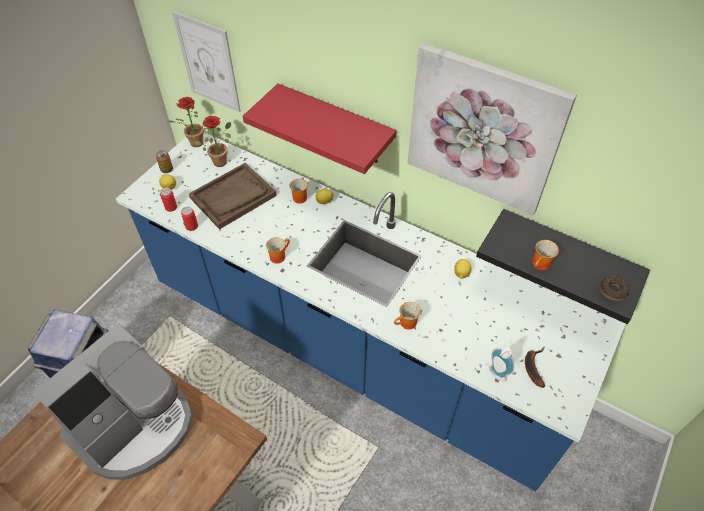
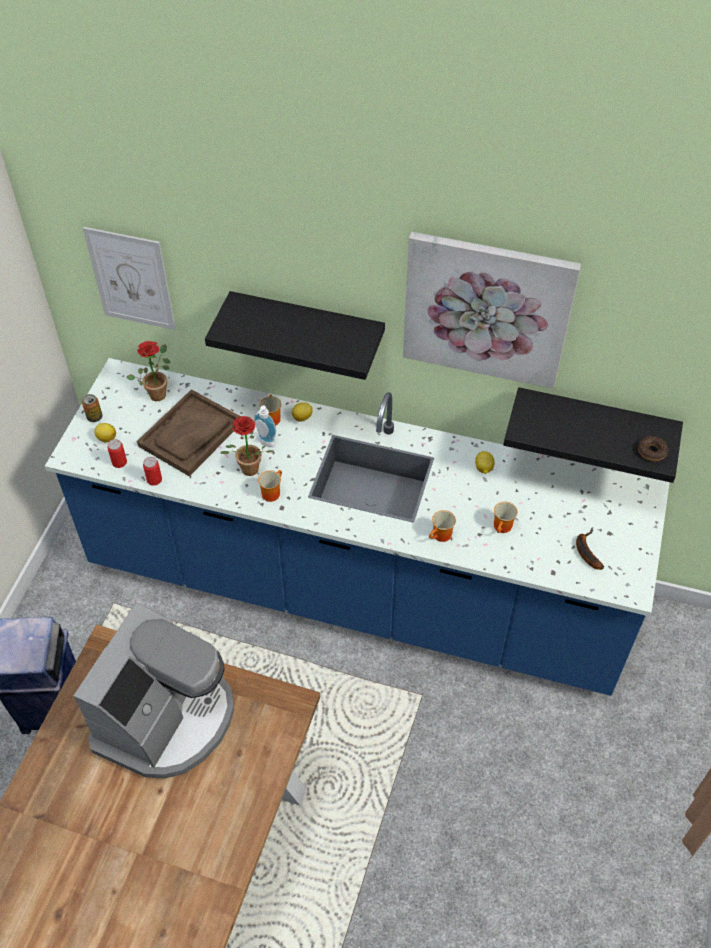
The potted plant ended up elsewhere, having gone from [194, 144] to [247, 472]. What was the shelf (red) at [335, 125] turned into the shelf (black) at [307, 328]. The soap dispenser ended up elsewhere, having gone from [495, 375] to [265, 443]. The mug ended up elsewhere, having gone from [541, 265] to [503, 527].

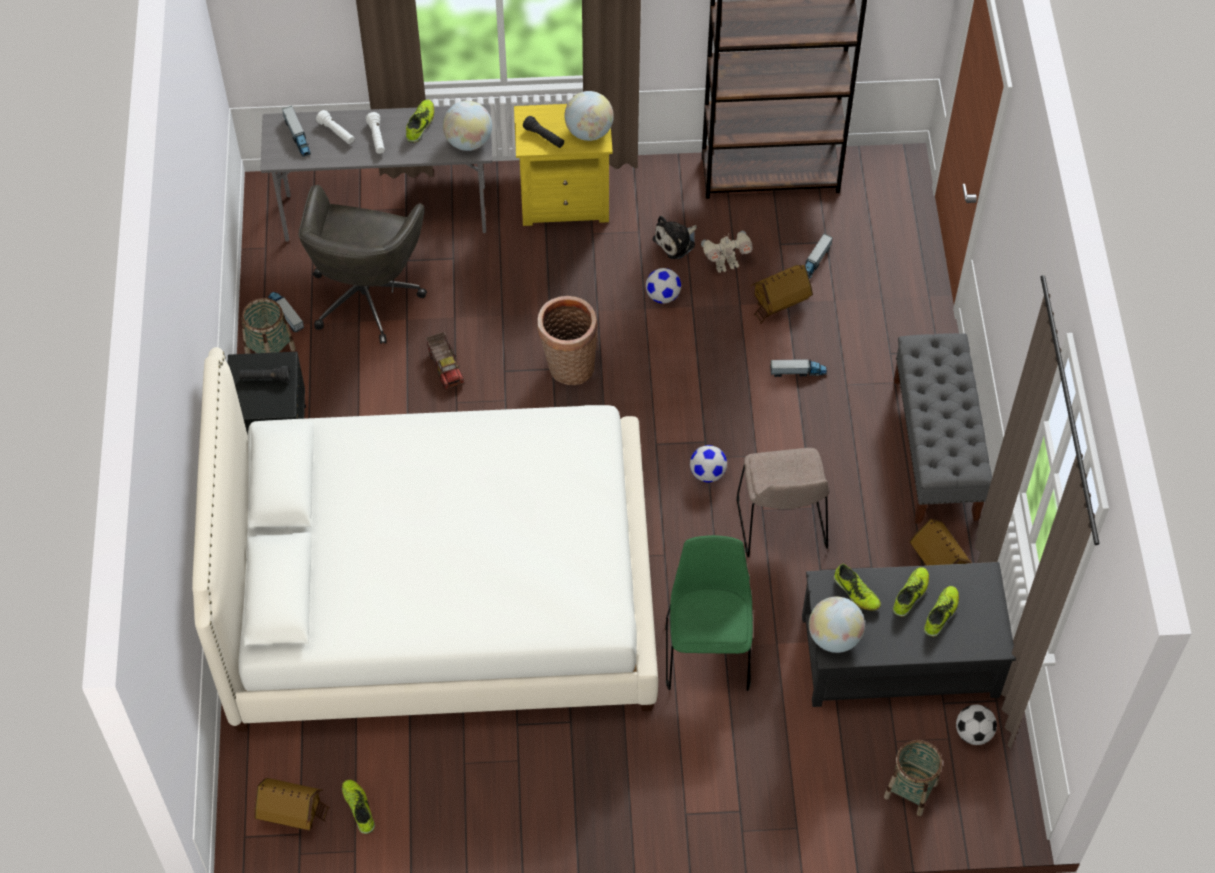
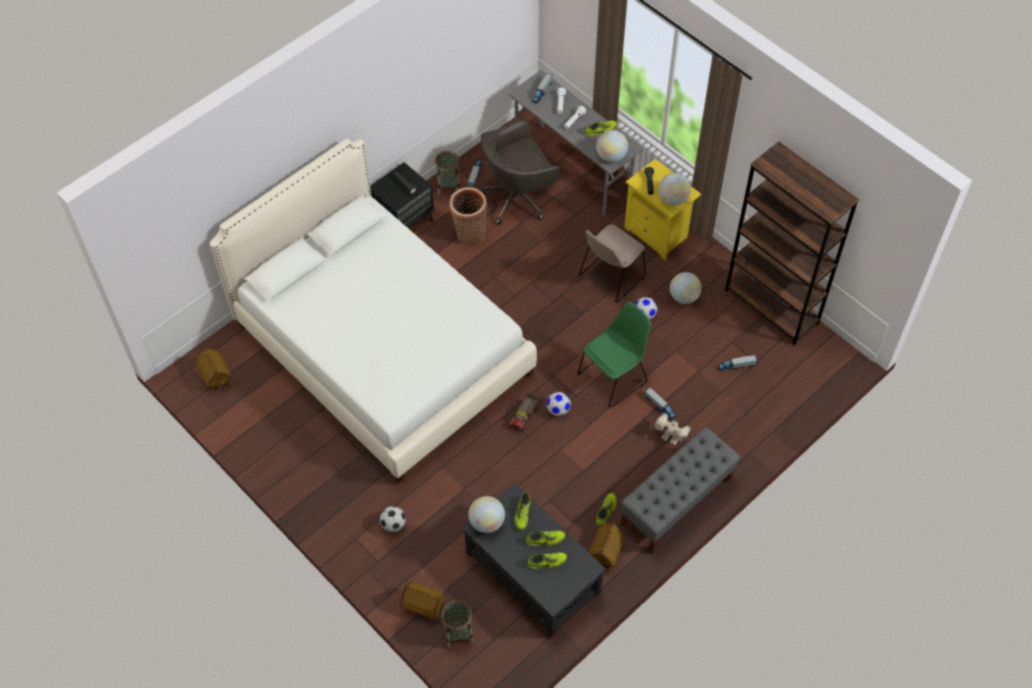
The shoe ended up elsewhere, having gone from [359, 808] to [606, 511]. The toy truck ended up elsewhere, having gone from [446, 367] to [524, 416]. The basket ended up elsewhere, having gone from [568, 367] to [469, 233]. Where the plush toy stood at [676, 242], the globe came to stand at [684, 297]. The chair (green) ended up elsewhere, having gone from [708, 651] to [614, 377]. The toy robot ended up elsewhere, having gone from [725, 264] to [670, 437]. The chair (beige) ended up elsewhere, having gone from [781, 525] to [610, 277]. The toy house ended up elsewhere, having gone from [779, 303] to [423, 606]. The football ended up elsewhere, having gone from [973, 733] to [393, 524].

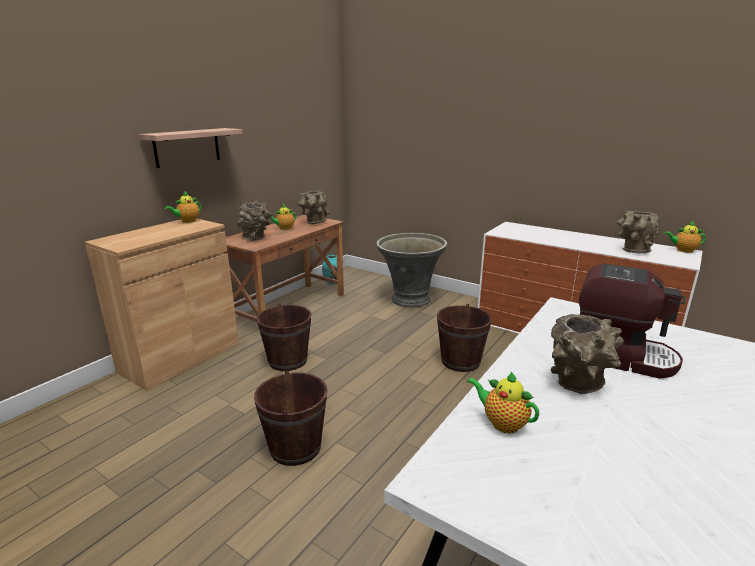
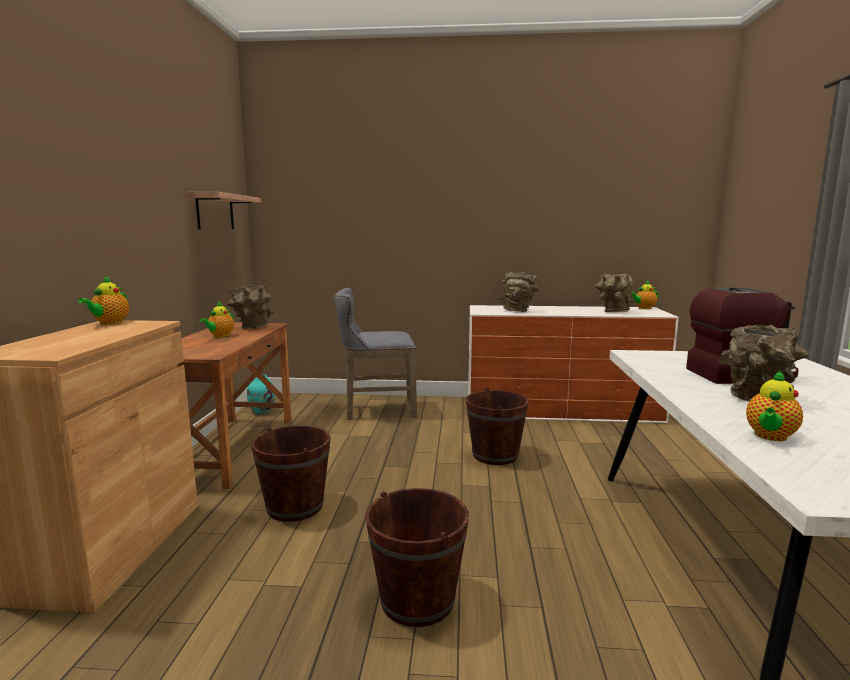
The shelf ended up elsewhere, having gone from [187, 147] to [215, 212]. The vase (brown) ended up elsewhere, having gone from [256, 238] to [518, 310]. Where the planter (grey) stood at [410, 299], the stool (grey) came to stand at [376, 411]. The teapot at [502, 423] ended up facing another way, 60 degrees counterclockwise from before.

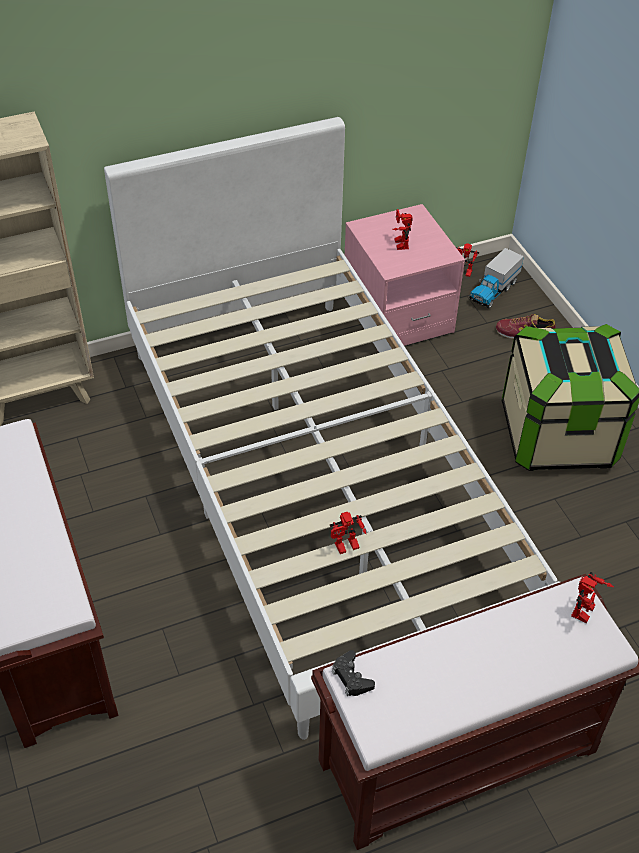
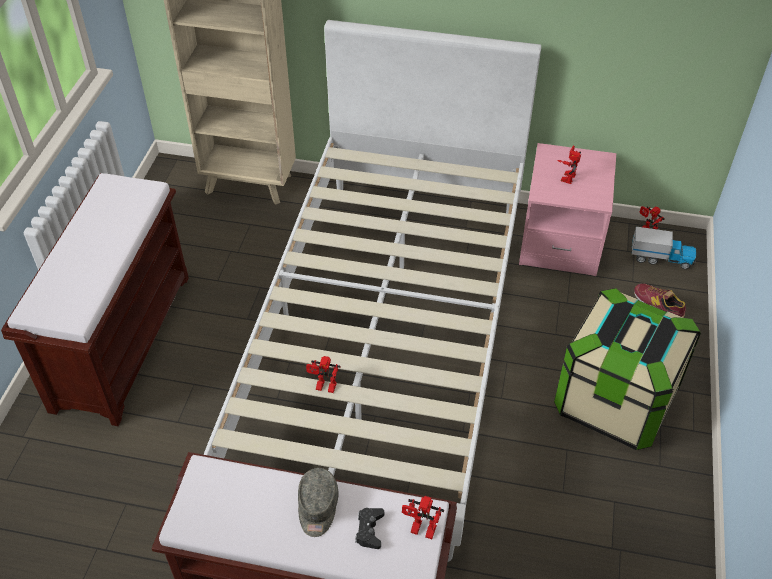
The game controller (black) ended up elsewhere, having gone from [351, 677] to [369, 530]. The toy truck at [493, 291] ended up facing another way, 150 degrees counterclockwise from before. The toy robot at [585, 614] ended up facing another way, 45 degrees clockwise from before. The second view gained the cap (grey) at [317, 508].

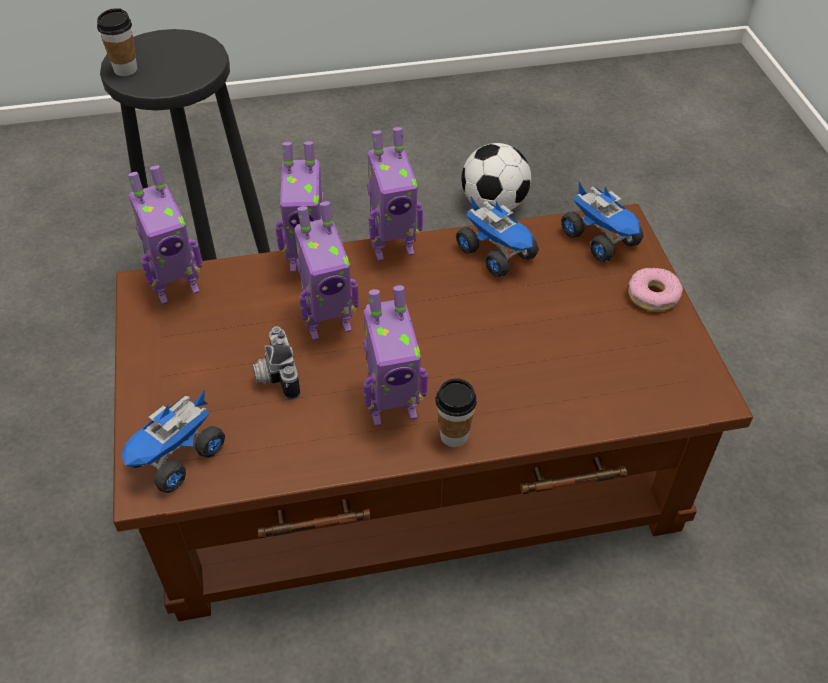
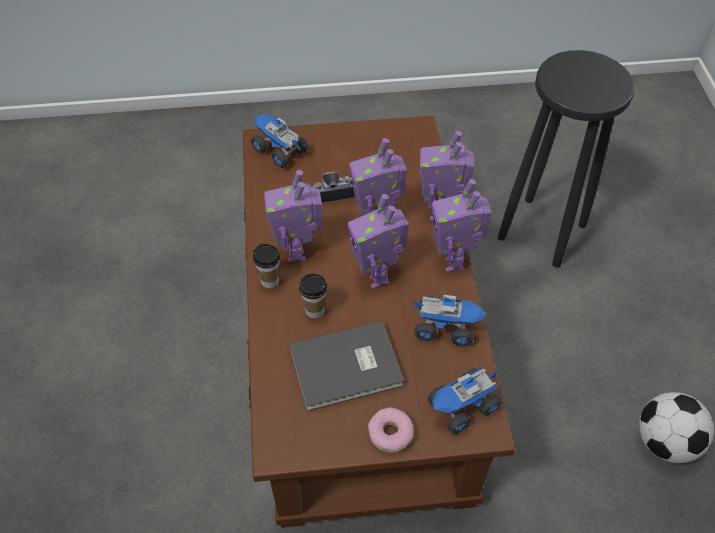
The cup ended up elsewhere, having gone from [125, 69] to [315, 310]. The toy robot ended up elsewhere, having gone from [176, 288] to [376, 274]. The toy truck at [497, 253] ended up facing another way, 135 degrees counterclockwise from before. The second view gained the book (grey) at [348, 368].

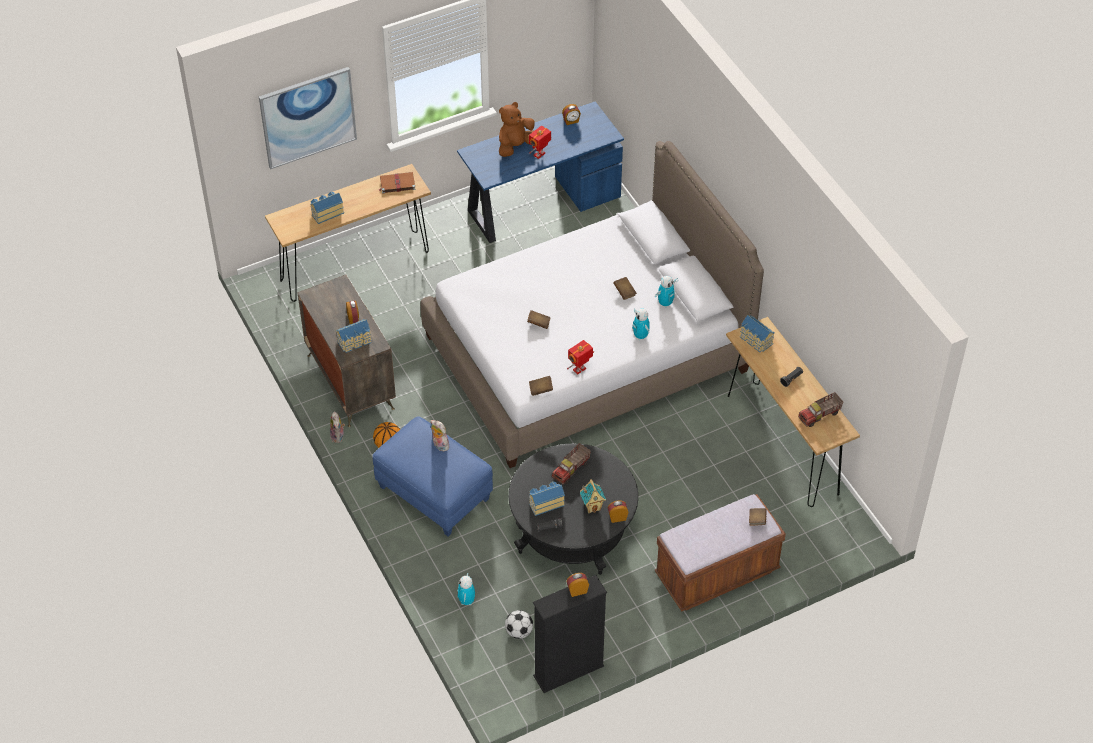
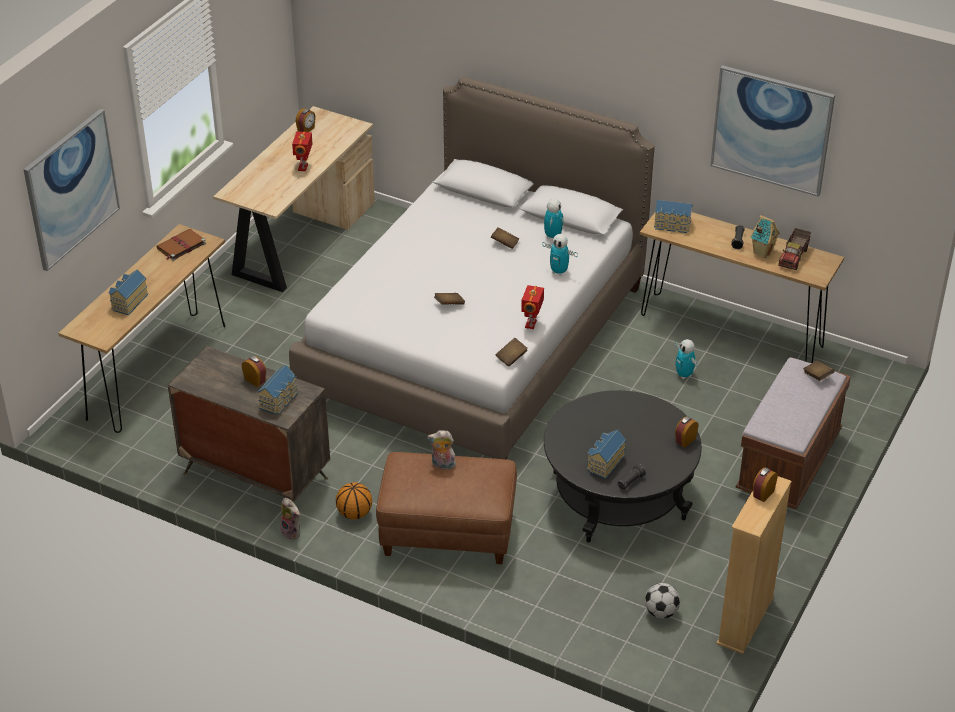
What was the ottoman (blue) at [435, 493] turned into the ottoman (brown) at [448, 533]. What was the desk (blue) at [540, 203] turned into the desk (beige) at [300, 239]. The toy robot ended up elsewhere, having gone from [466, 601] to [684, 375]. The second view lost the plush toy (brown) at [515, 146]. What was the bookcase (black) at [568, 671] turned into the bookcase (beige) at [745, 621]. The second view lost the toy truck at [571, 469]. The toy house ended up elsewhere, having gone from [592, 506] to [762, 252]. The second view gained the picture at [771, 130].

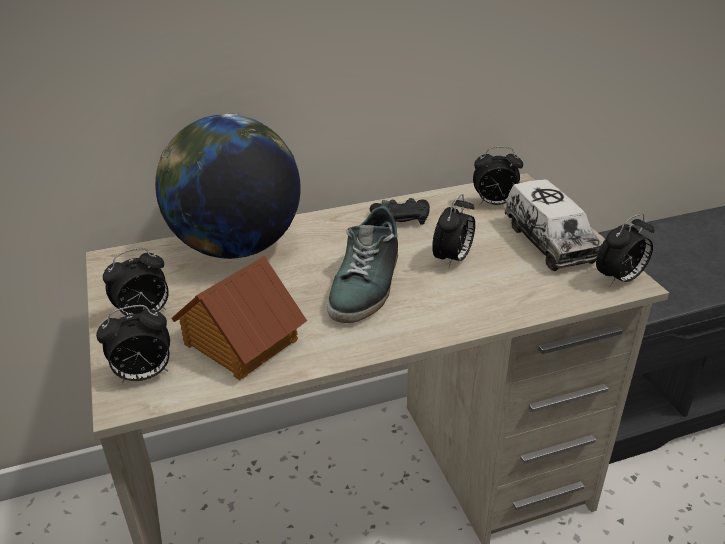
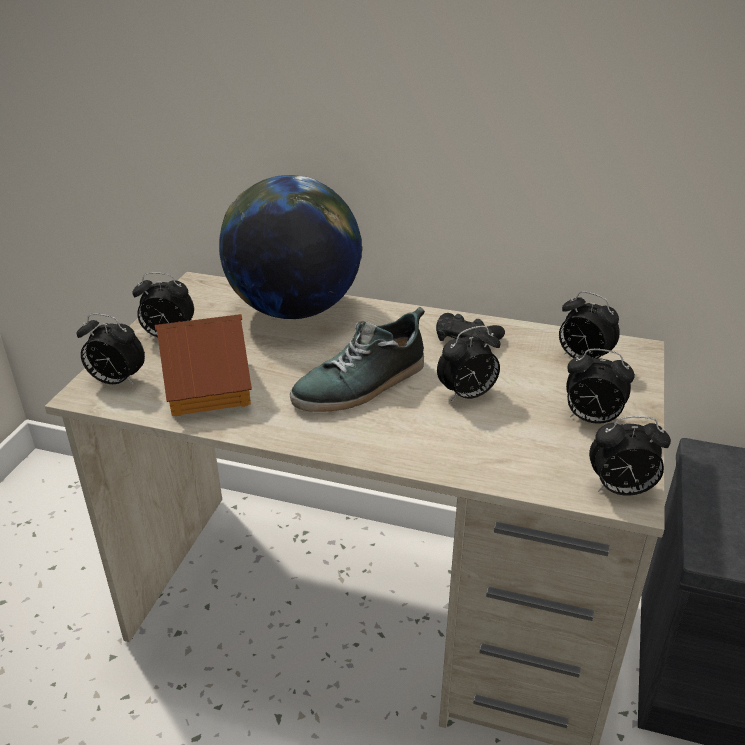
Where the toy truck stood at [548, 242], the alarm clock came to stand at [591, 419].

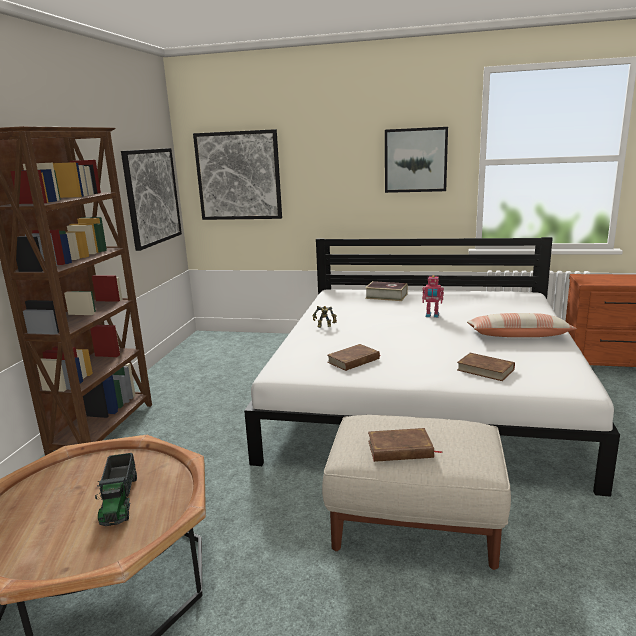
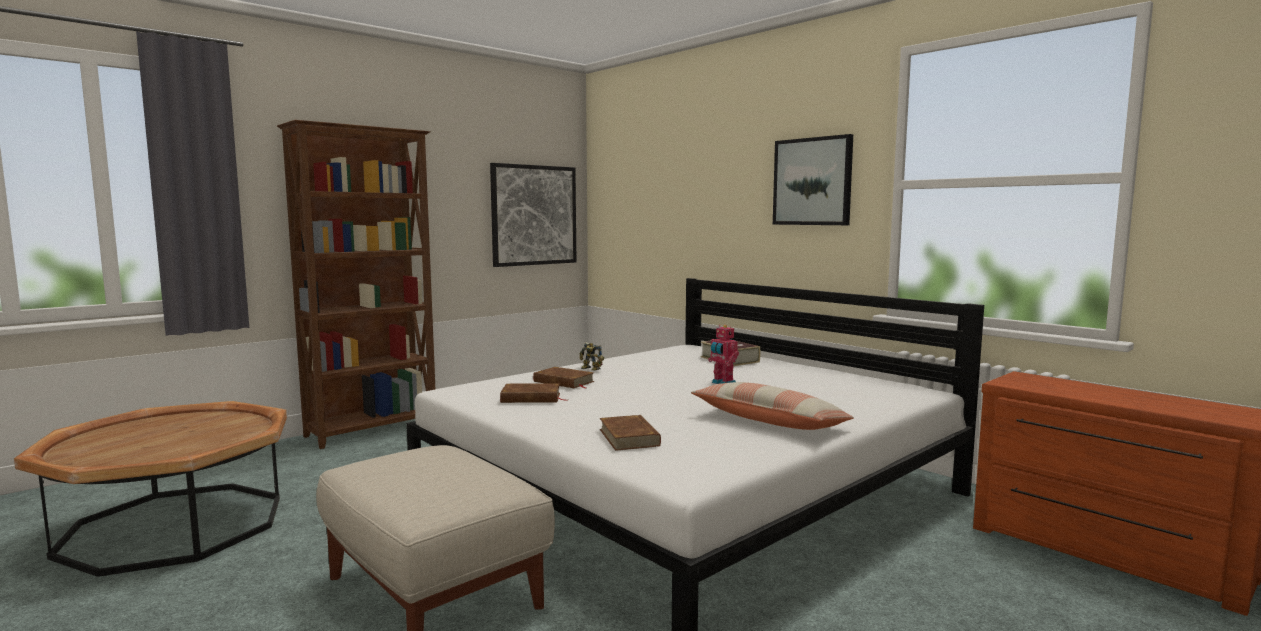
The second view lost the toy truck at [119, 500]. The second view lost the picture at [238, 176]. The book (brown) ended up elsewhere, having gone from [400, 449] to [564, 382].

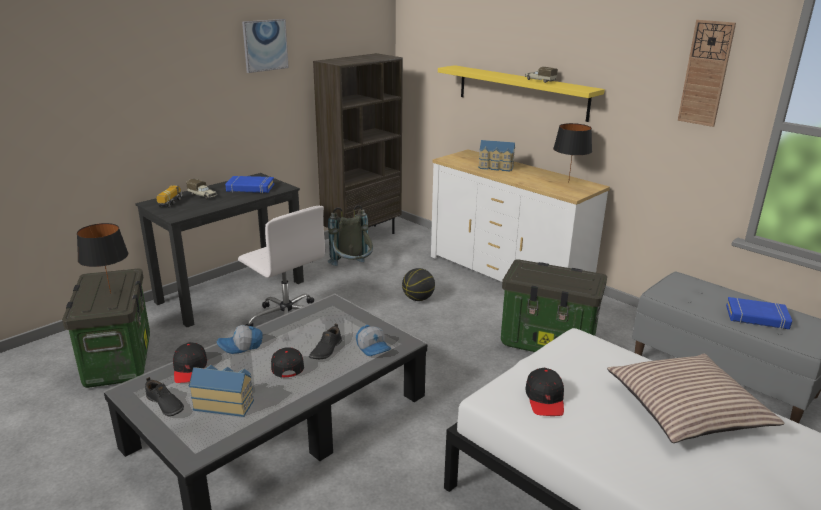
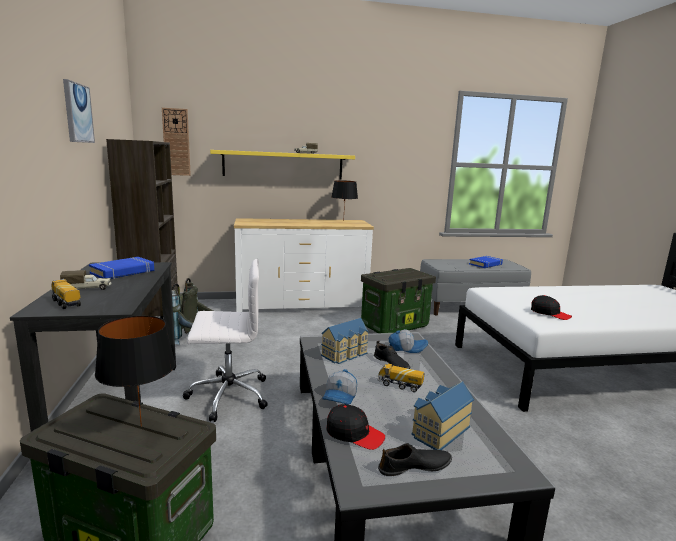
Where the cap (black) stood at [287, 365], the toy truck came to stand at [399, 385]. The second view lost the basketball at [418, 299]. The toy house ended up elsewhere, having gone from [496, 167] to [346, 354]. The second view lost the pillow at [686, 409]. The wall clock ended up elsewhere, having gone from [706, 73] to [176, 142].

